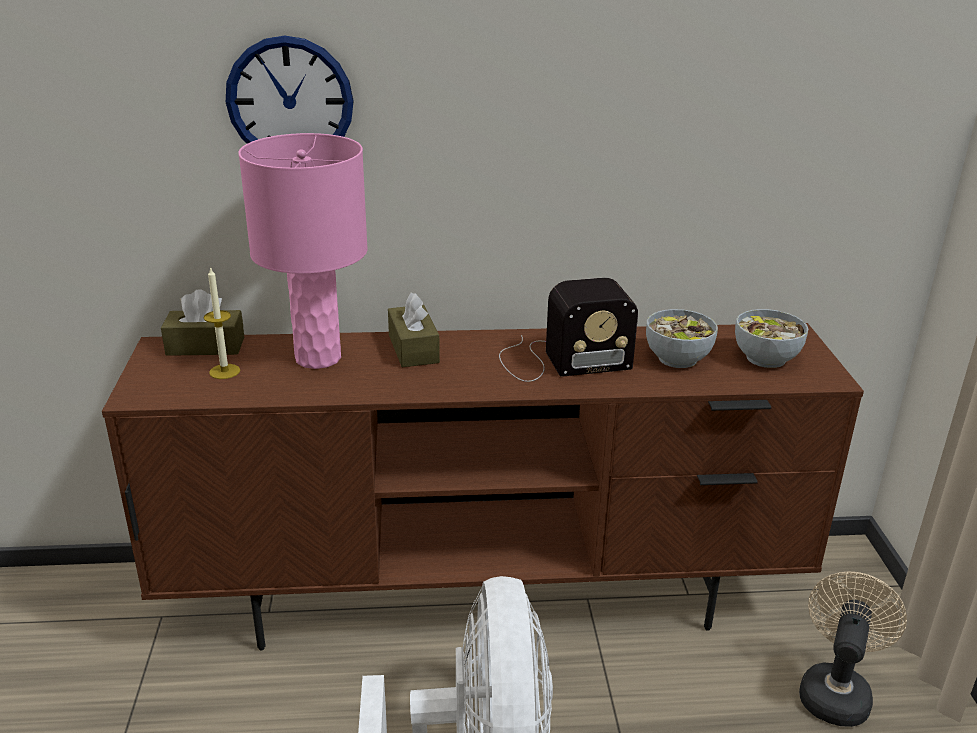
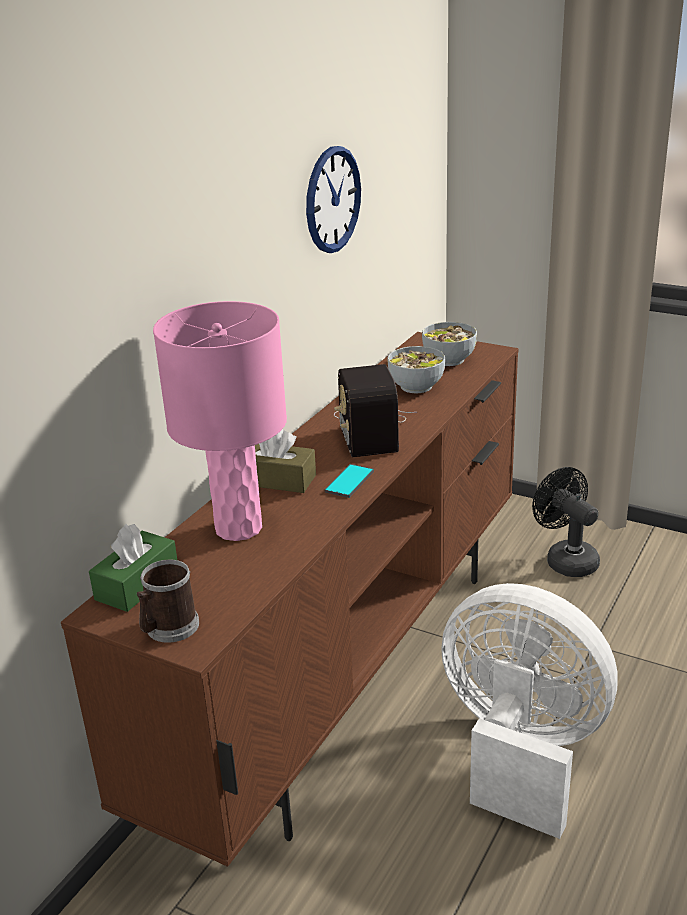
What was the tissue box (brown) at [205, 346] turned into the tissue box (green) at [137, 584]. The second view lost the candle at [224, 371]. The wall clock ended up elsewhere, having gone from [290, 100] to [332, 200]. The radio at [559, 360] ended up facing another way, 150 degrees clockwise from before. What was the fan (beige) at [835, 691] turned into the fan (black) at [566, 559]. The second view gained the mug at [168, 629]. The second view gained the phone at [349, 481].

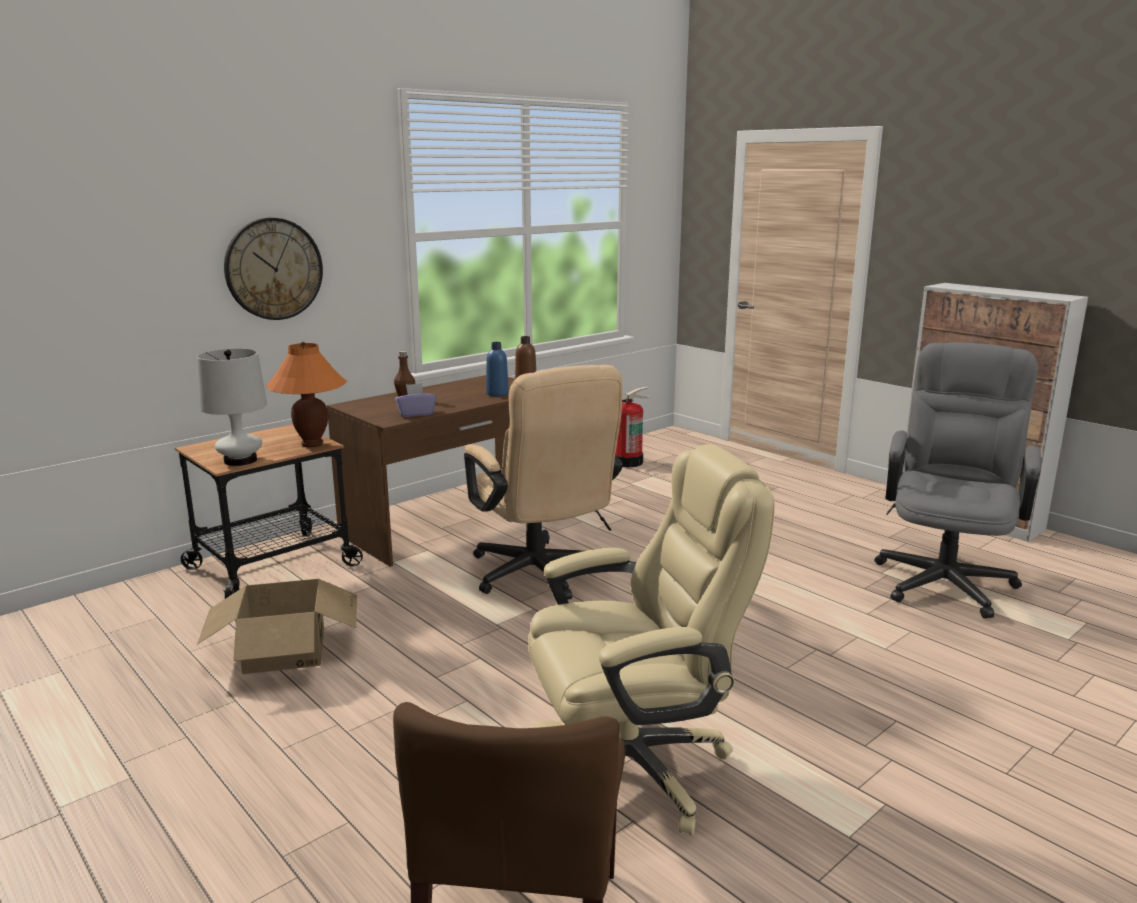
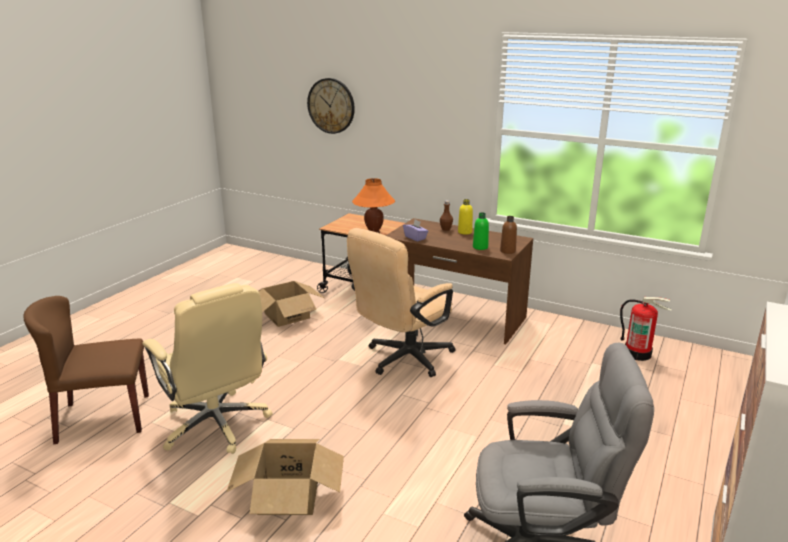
The second view lost the table lamp (white) at [240, 460]. The wall clock ended up elsewhere, having gone from [273, 269] to [331, 106]. What was the bottle (blue) at [497, 394] turned into the bottle (green) at [480, 247]. The second view gained the cardboard box at [288, 495]. The second view gained the bottle (yellow) at [465, 232].

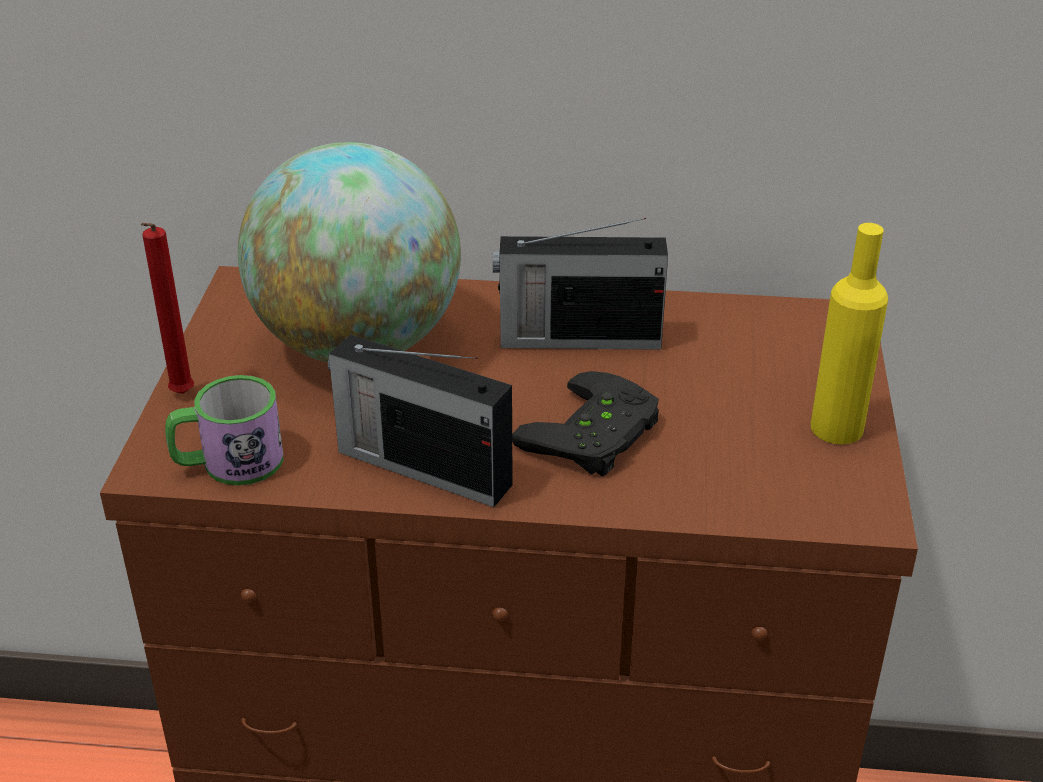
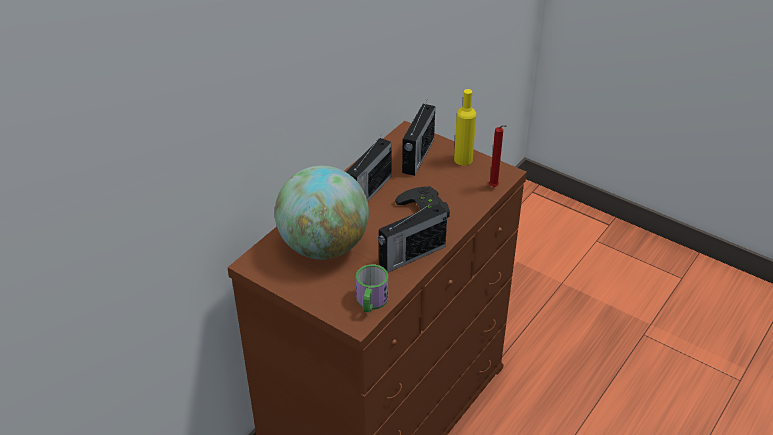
The candle (red) ended up elsewhere, having gone from [180, 396] to [494, 187]. The second view gained the radio at [417, 156].

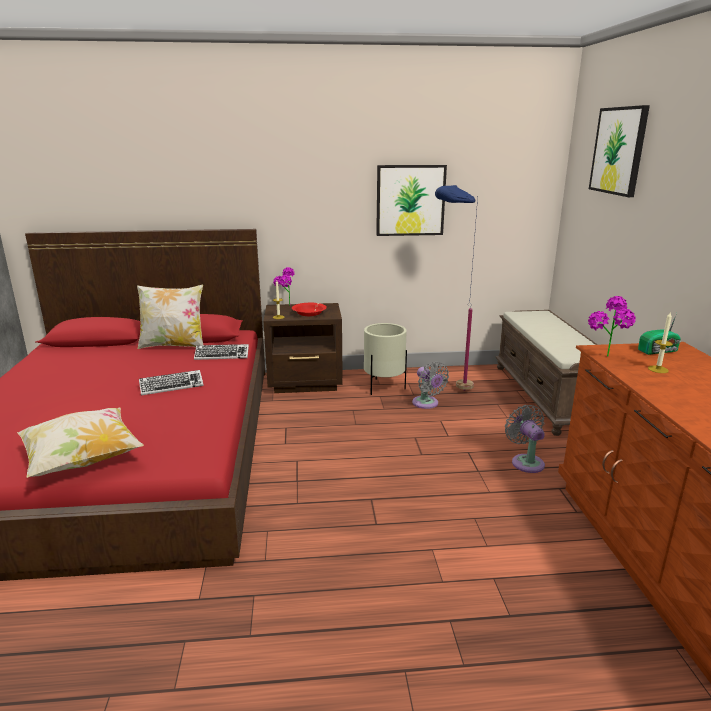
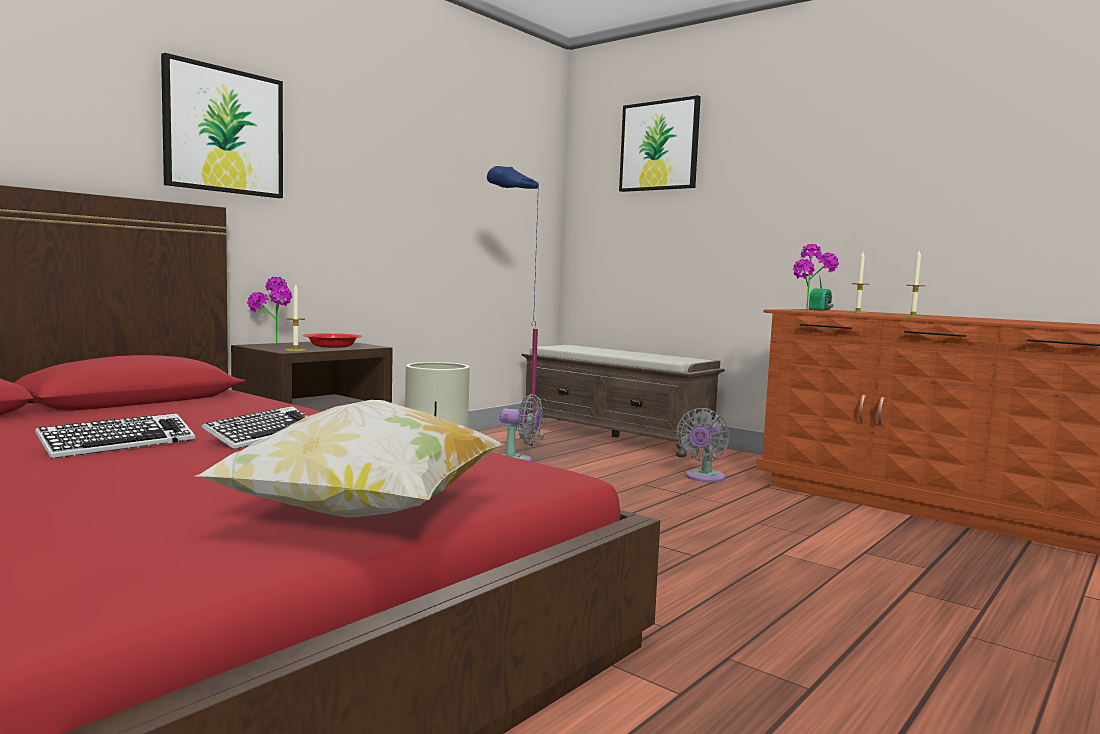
The second view lost the pillow at [174, 345]. The keyboard ended up elsewhere, having gone from [222, 355] to [118, 444]. The picture ended up elsewhere, having gone from [410, 200] to [224, 131]. The fan (grey) at [526, 462] ended up facing another way, 90 degrees counterclockwise from before. The second view gained the candle at [913, 316].

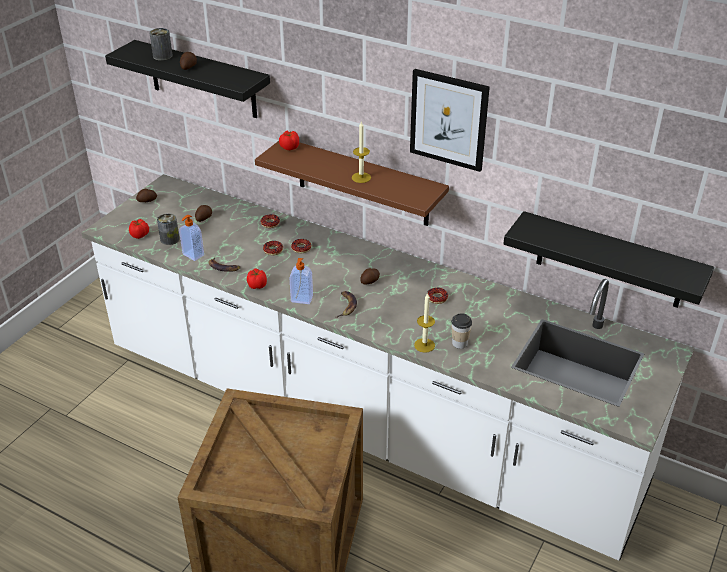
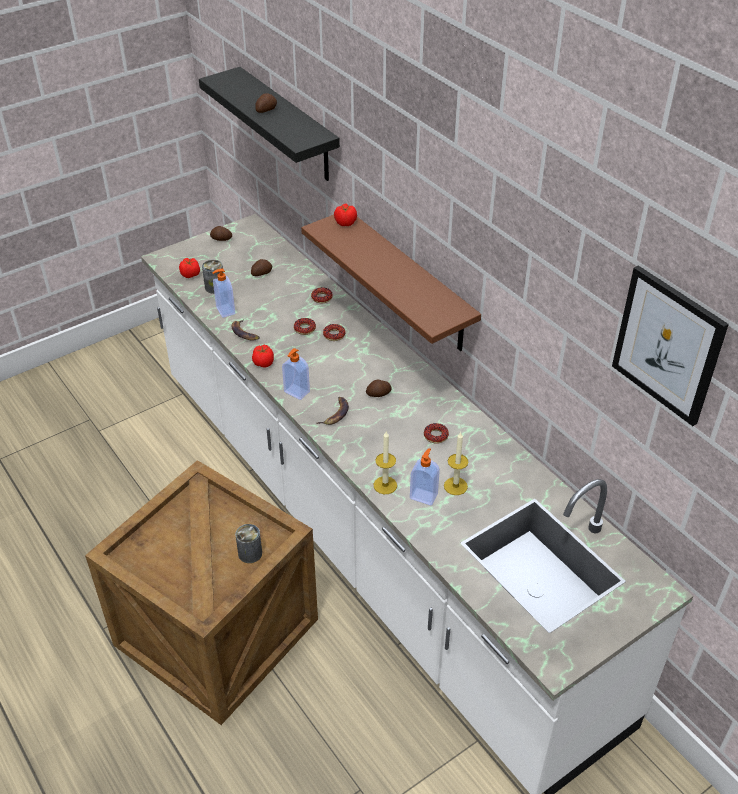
The can ended up elsewhere, having gone from [162, 56] to [250, 553]. The candle ended up elsewhere, having gone from [361, 177] to [455, 486]. The picture ended up elsewhere, having gone from [448, 119] to [668, 345]. Where the cup stood at [459, 343], the soap dispenser came to stand at [424, 496]. The second view lost the shelf (black) at [610, 261].

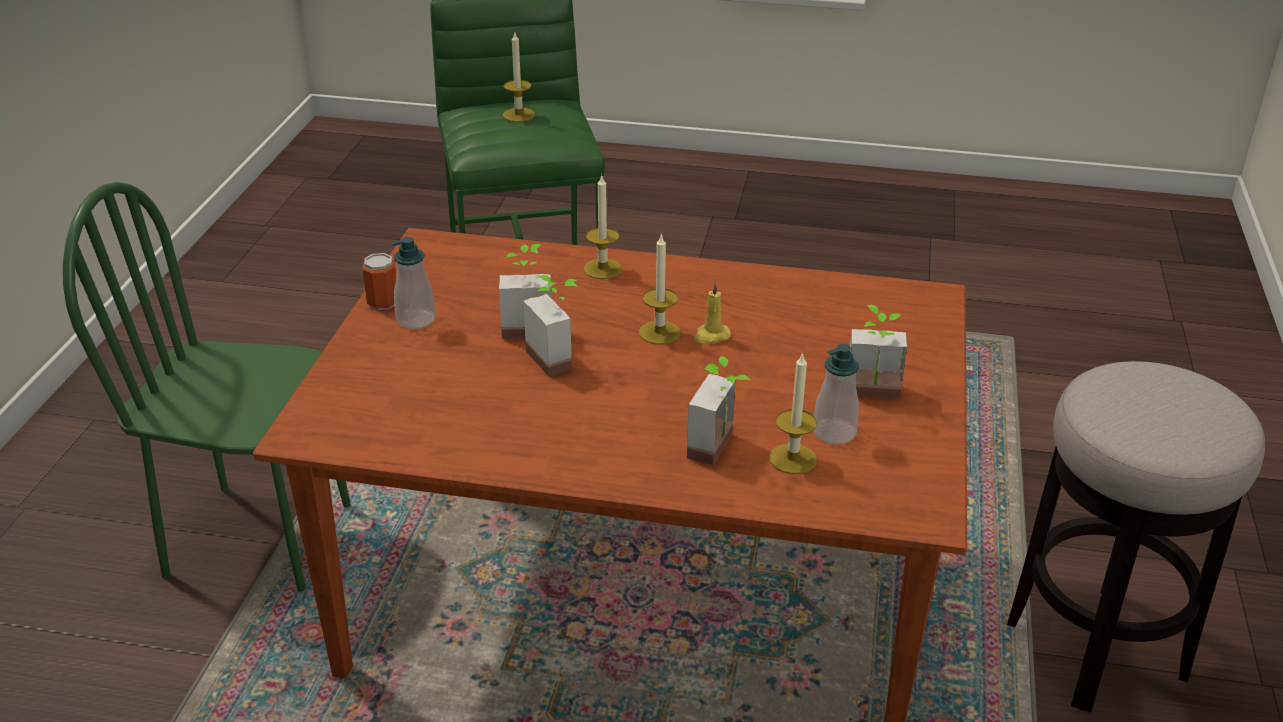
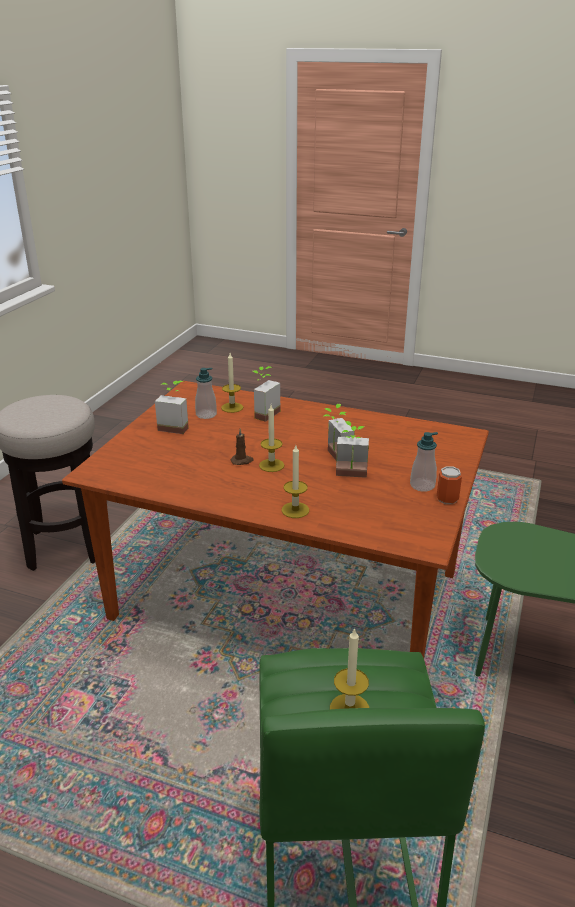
What was the candle (yellow) at [711, 336] turned into the candle (brown) at [242, 461].

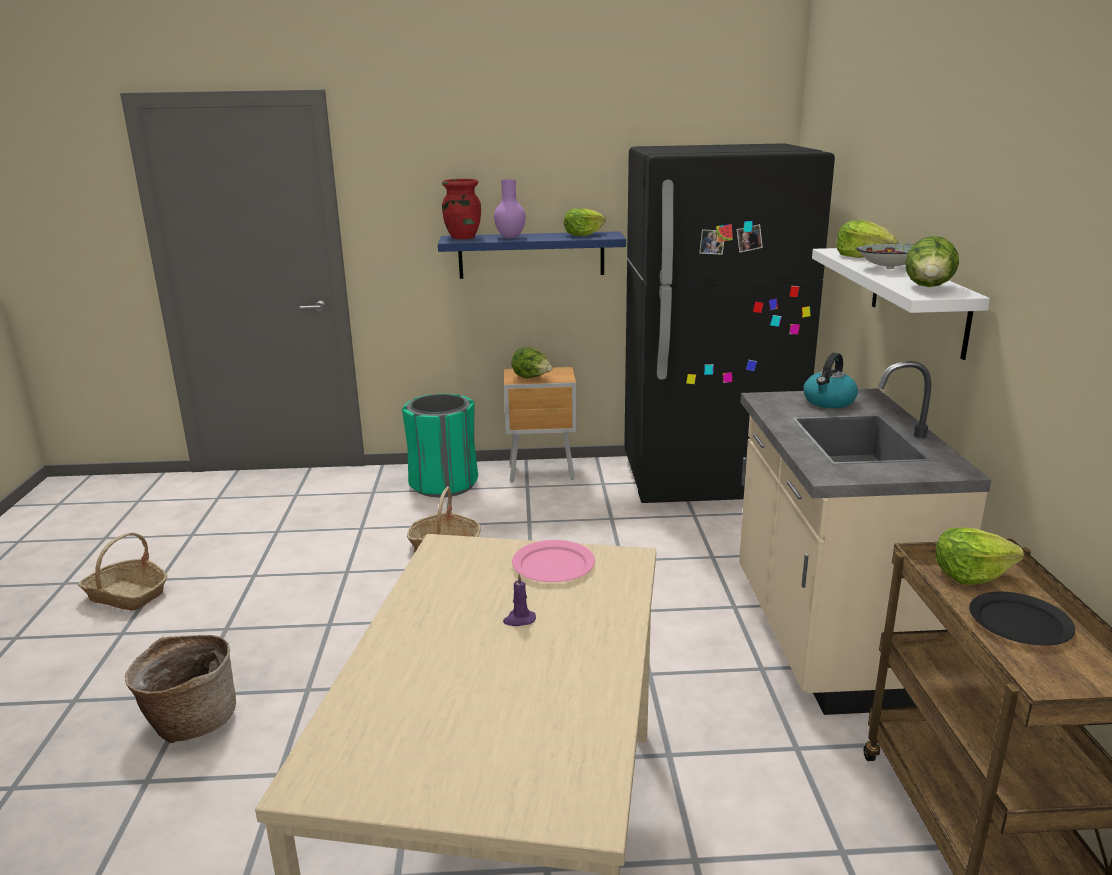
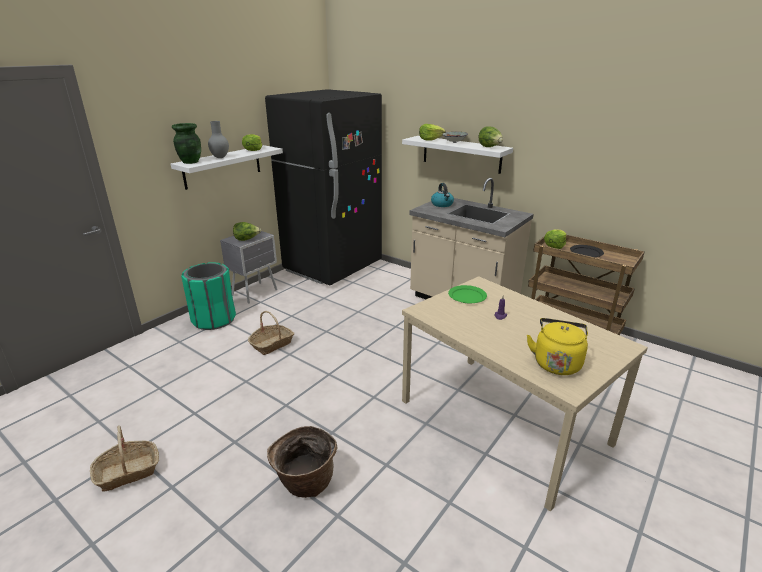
What was the shelf (blue) at [531, 255] turned into the shelf (white) at [222, 167]. What was the vase (red) at [462, 237] turned into the vase (green) at [190, 162]. What was the vase (purple) at [510, 238] turned into the vase (grey) at [220, 157]. What was the nightstand (brown) at [543, 472] turned into the nightstand (grey) at [256, 293]. What was the plate (pink) at [553, 565] turned into the plate (green) at [467, 296]. The second view gained the kettle (yellow) at [556, 362].

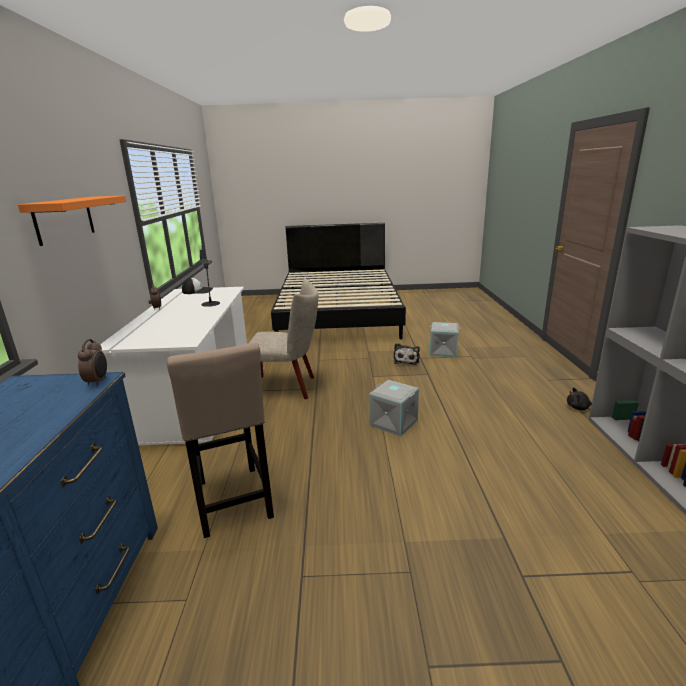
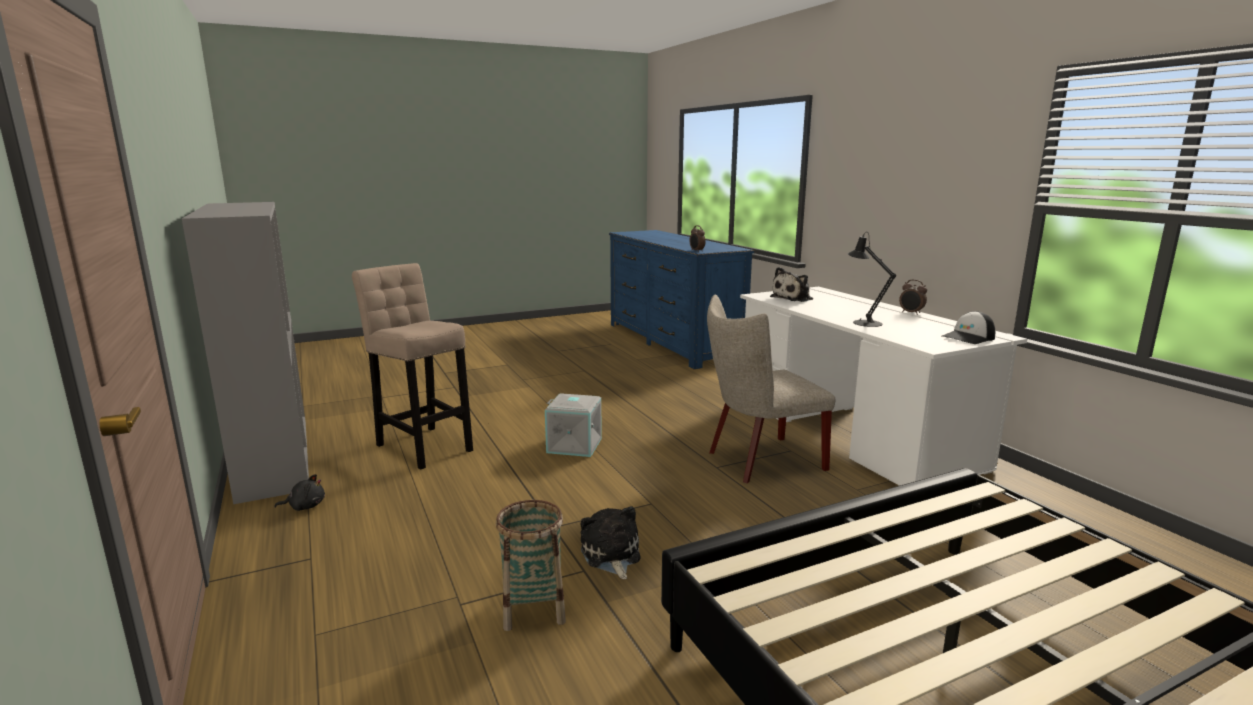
The second view lost the shelf (orange) at [64, 219]. The stool (beige) ended up elsewhere, having gone from [233, 503] to [422, 446]. Where the storage box (grey) stood at [443, 351], the basket came to stand at [533, 608]. The second view gained the plush toy at [793, 298].

